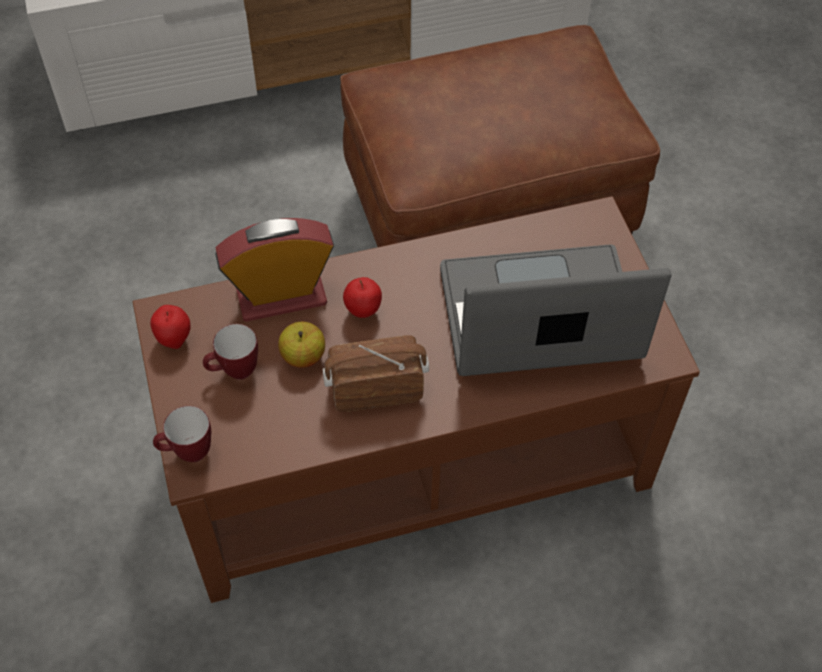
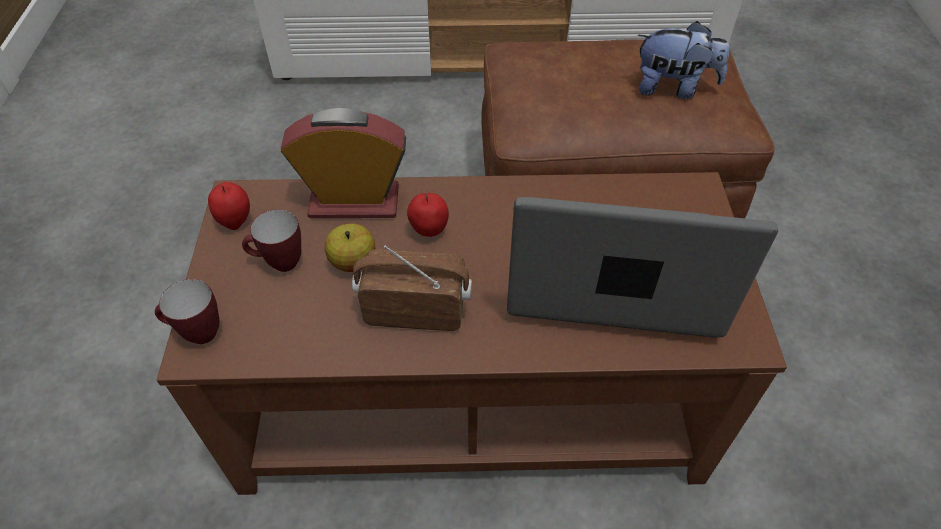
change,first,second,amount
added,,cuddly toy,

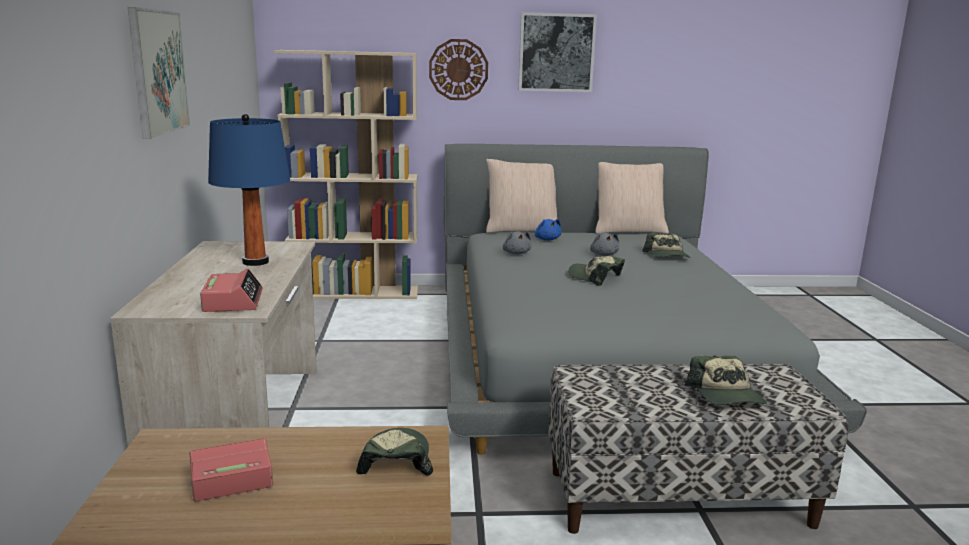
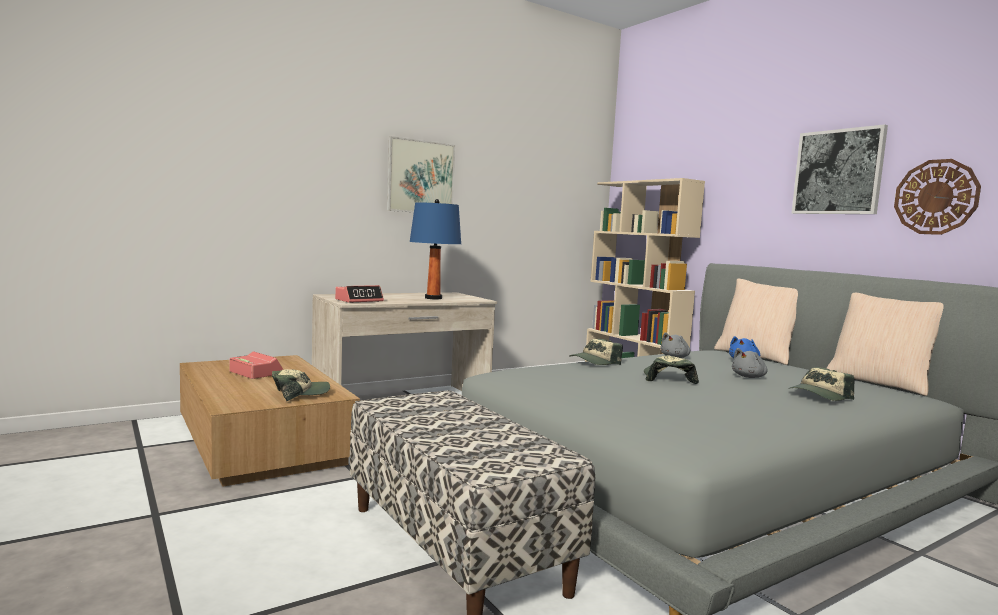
change,first,second,amount
moved,baseball cap (4th from left in the first image),baseball cap (2nd from left),
moved,wall clock,,

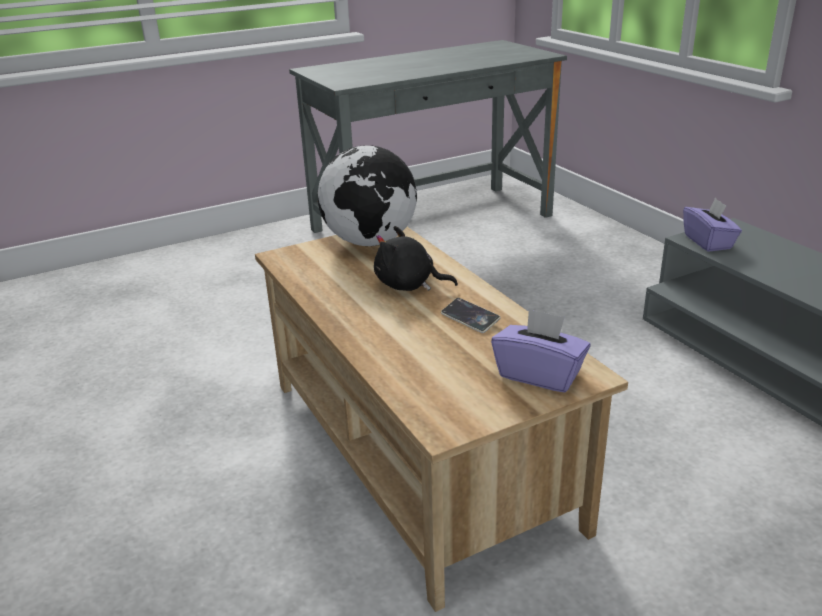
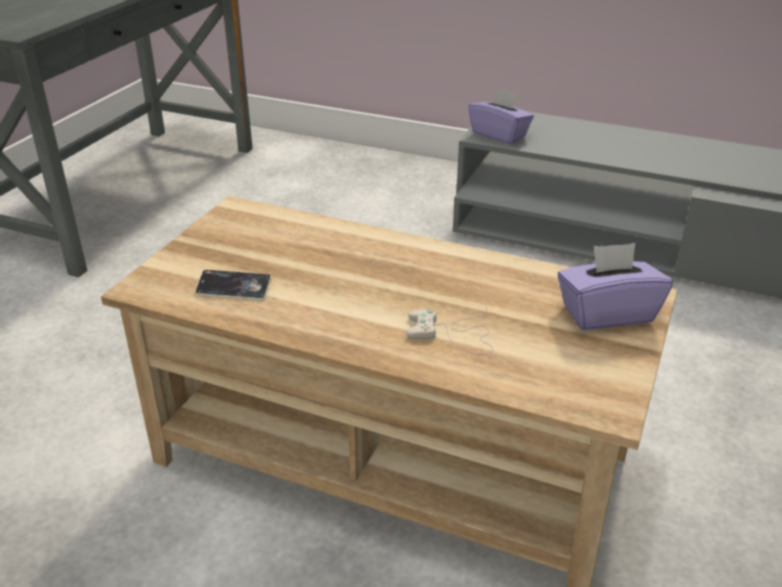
change,first,second,amount
moved,handset,,
added,,white gamepad,
removed,desk globe,,
removed,blackish cuddly toy,,

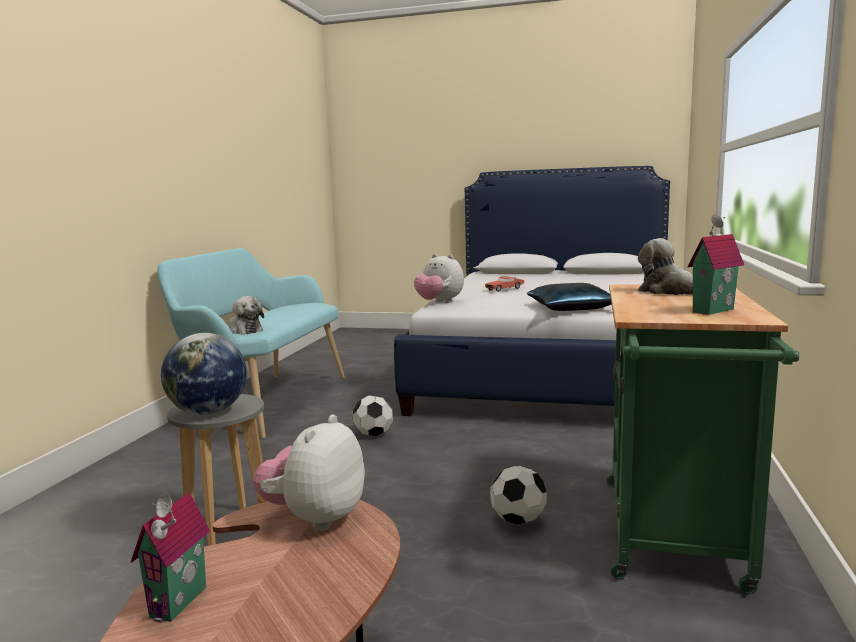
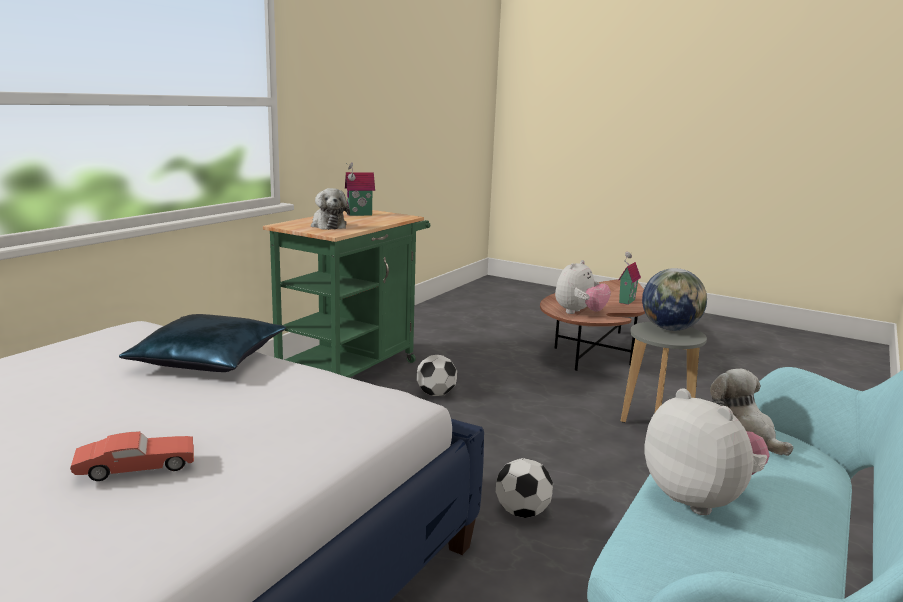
change,first,second,amount
moved,cuddly toy (3rd from left),,

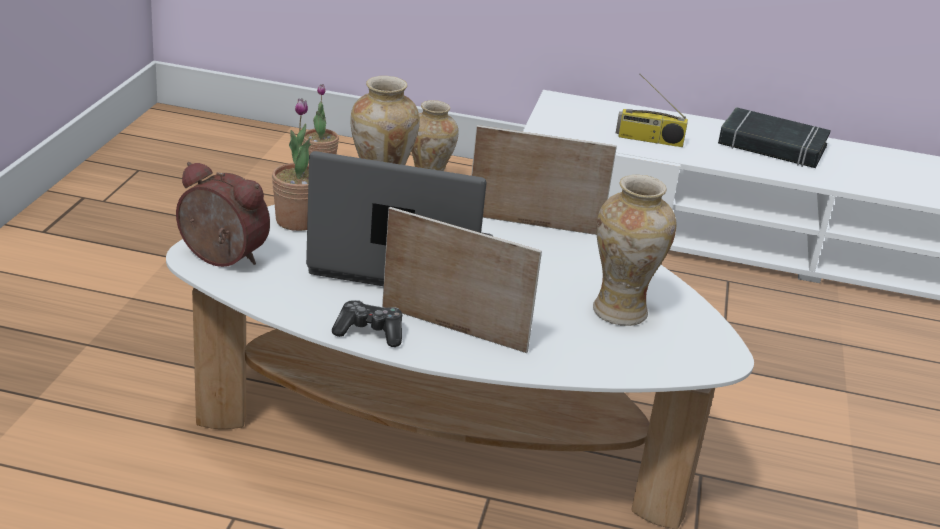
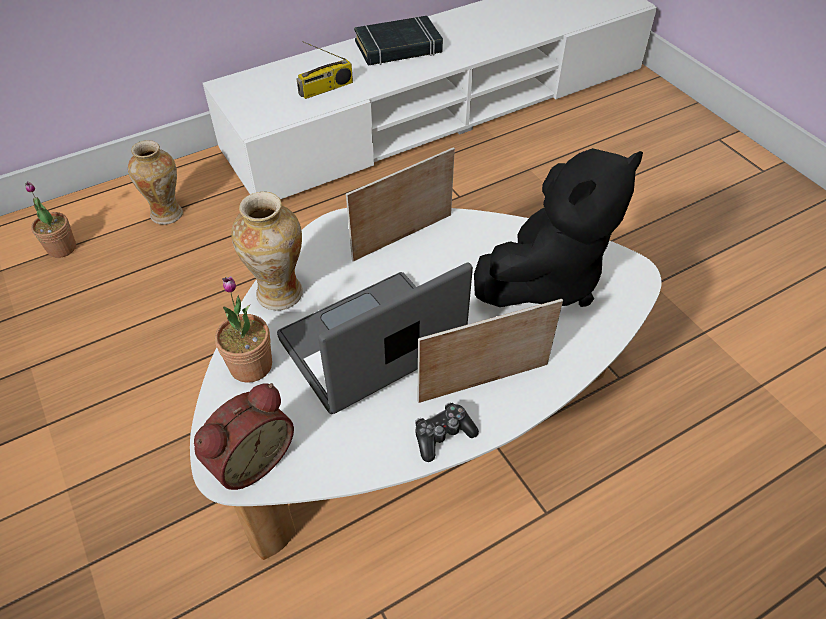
change,first,second,amount
turned,table clock,,150 degrees clockwise
replaced,vase (3rd from left),blackish cuddly toy,

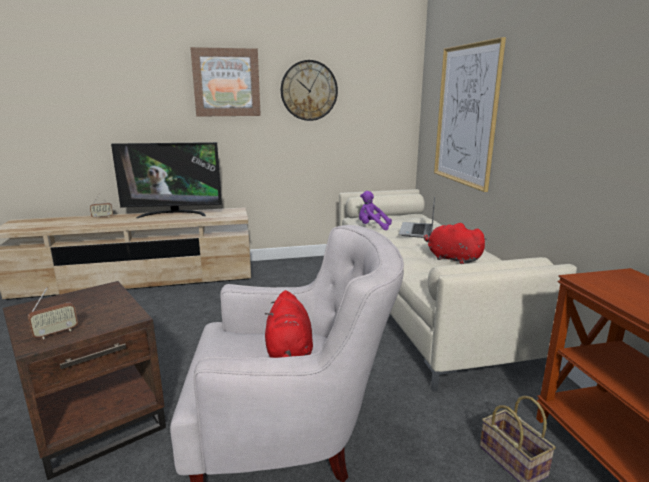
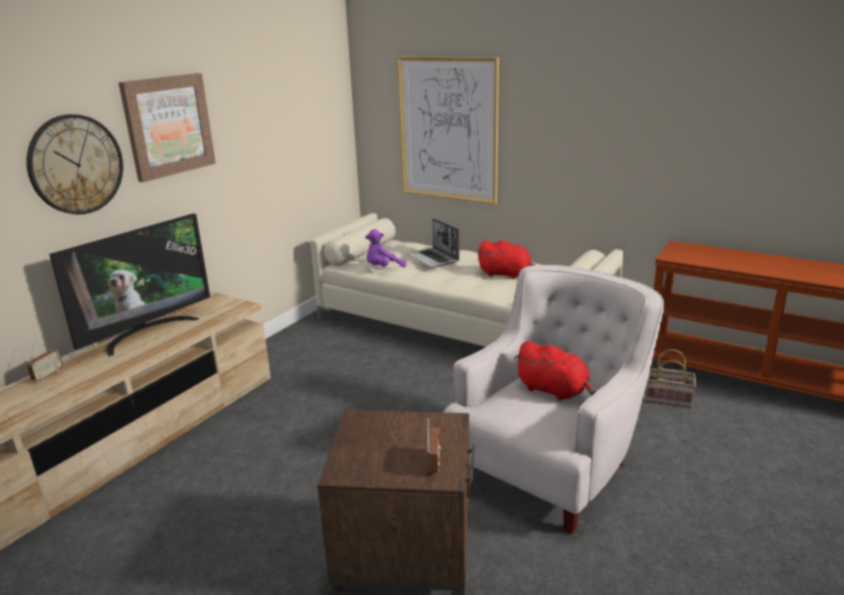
change,first,second,amount
moved,wall clock,,
turned,reddish cuddly toy (2nd from left in the first image),reddish cuddly toy (1st from left),150 degrees counterclockwise

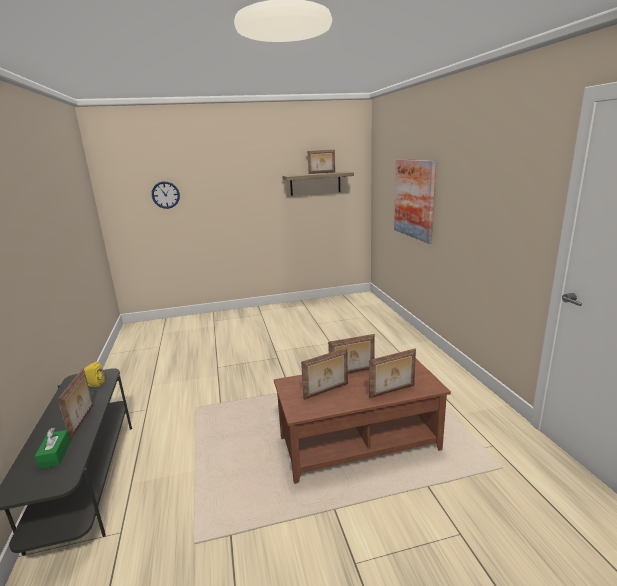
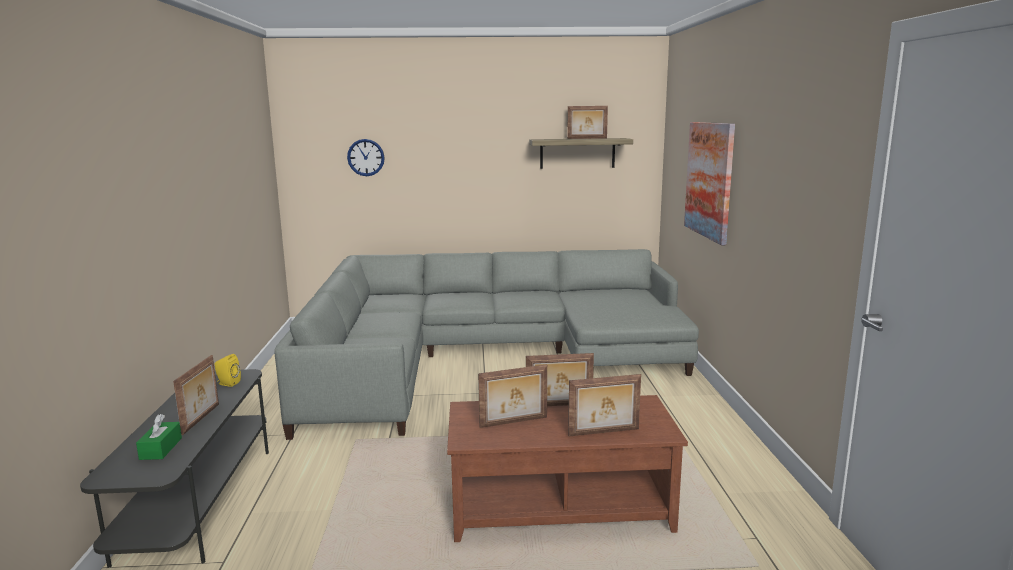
change,first,second,amount
added,,grey settee,

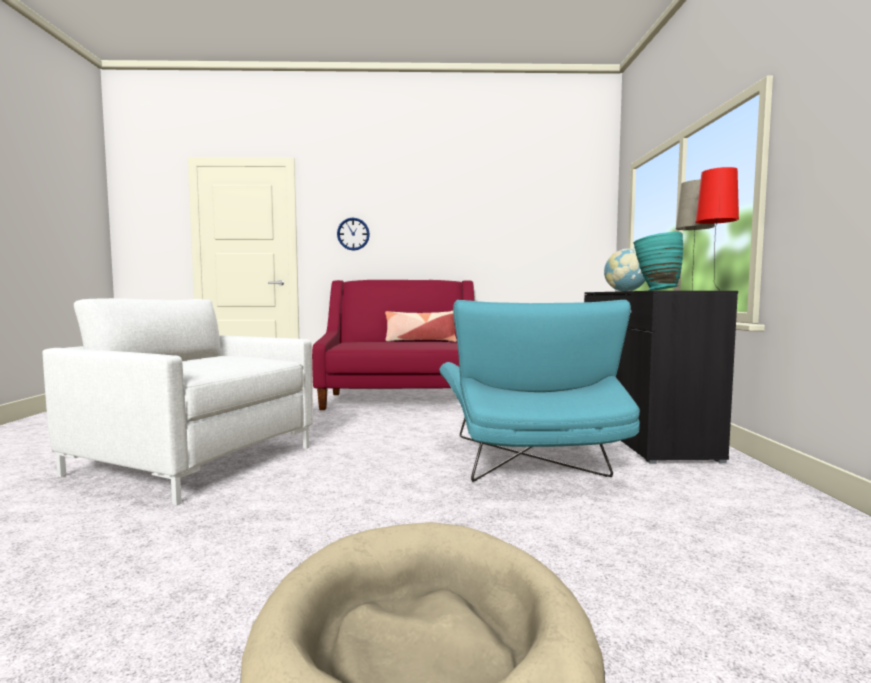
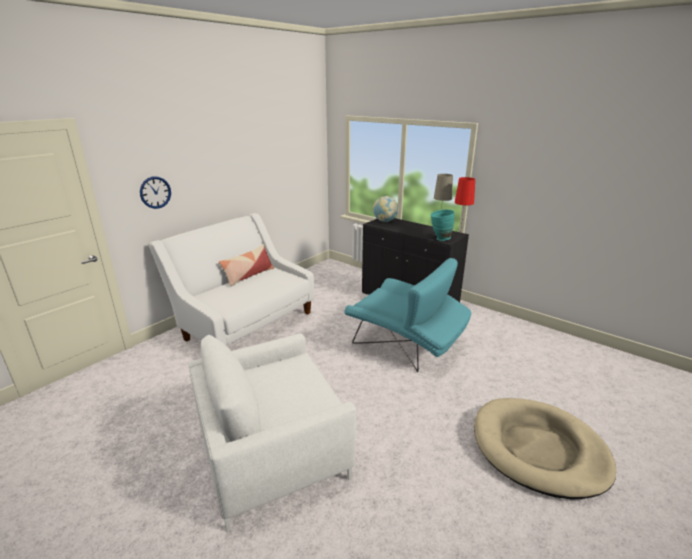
change,first,second,amount
recoloured,reddish settee,white settee,

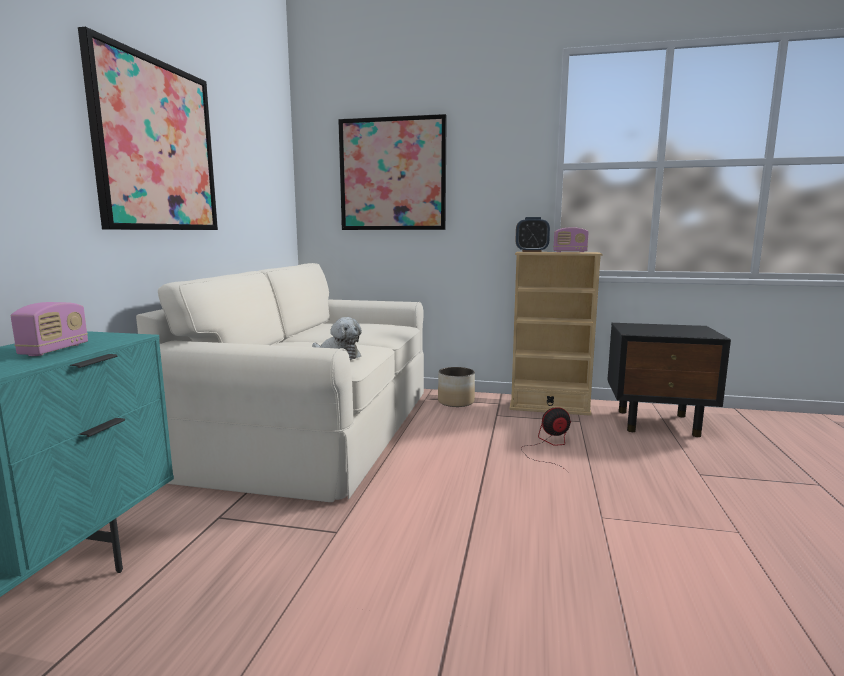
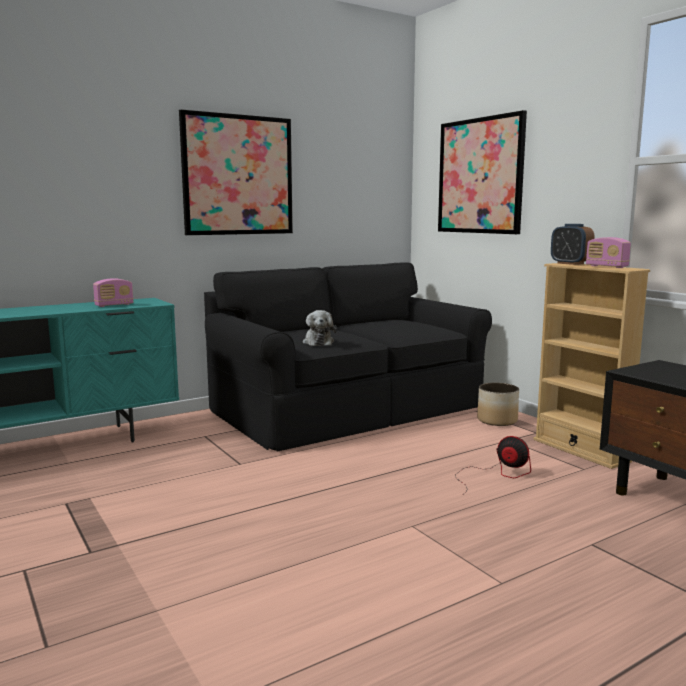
change,first,second,amount
recoloured,beige settee,blackish settee,

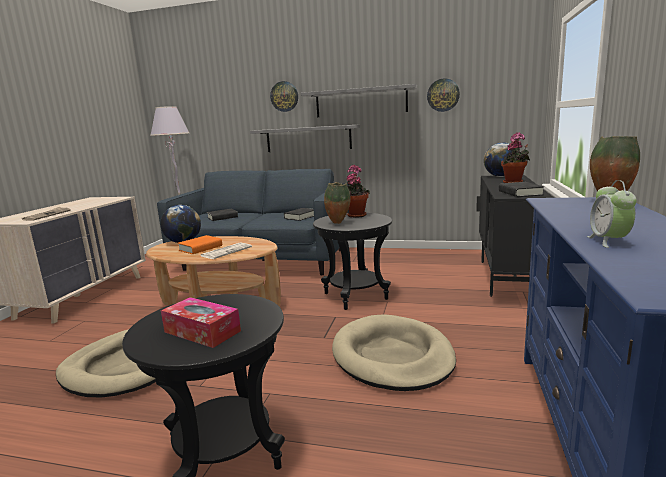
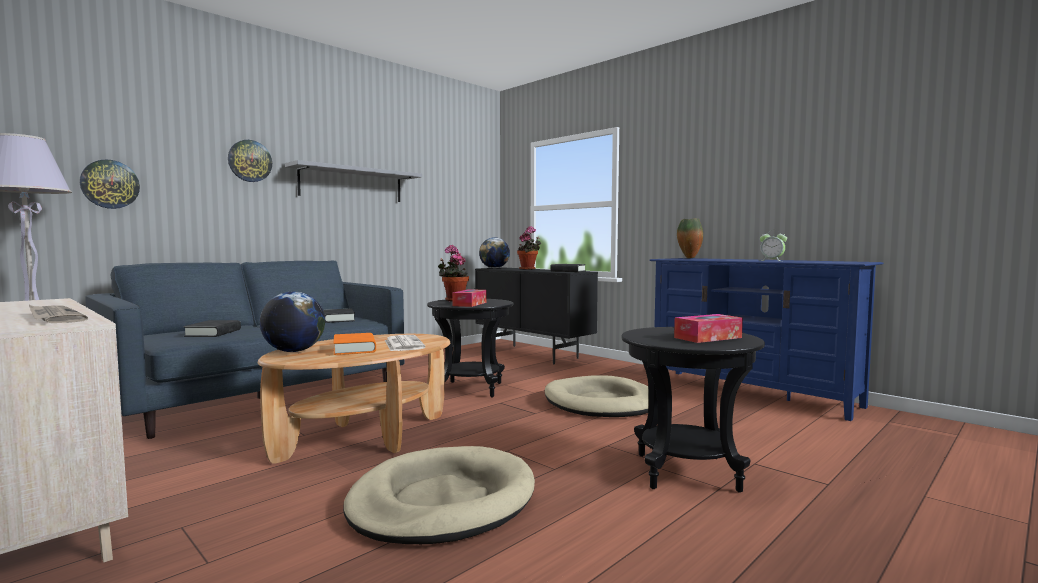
change,first,second,amount
moved,wall clock (2nd from left in the first image),wall clock (1st from left),
replaced,vase (1st from left),tissue box (1st from left),
removed,grey bracket shelf (1st from left),,

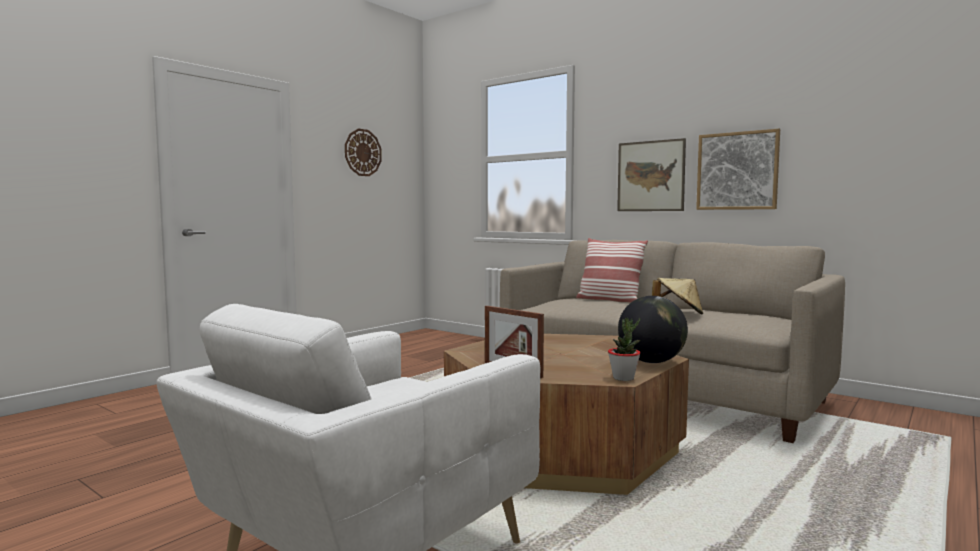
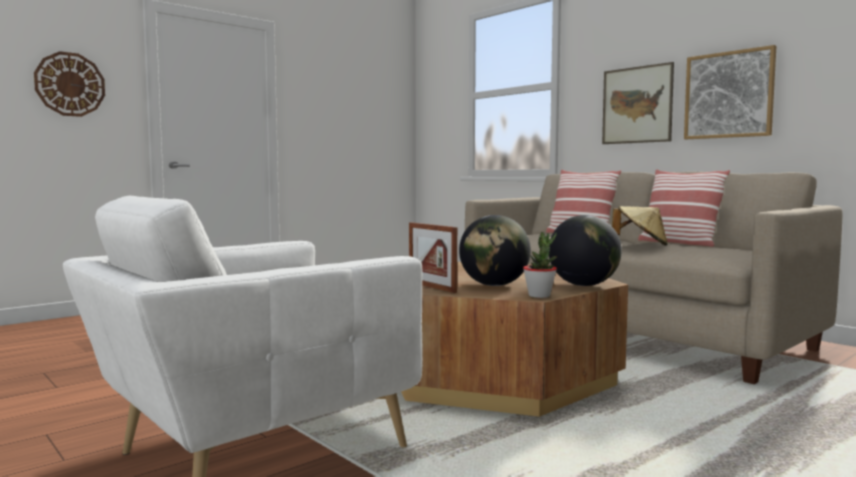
change,first,second,amount
moved,wall clock,,
added,,desk globe (1st from left),
added,,cushion (2nd from left),

